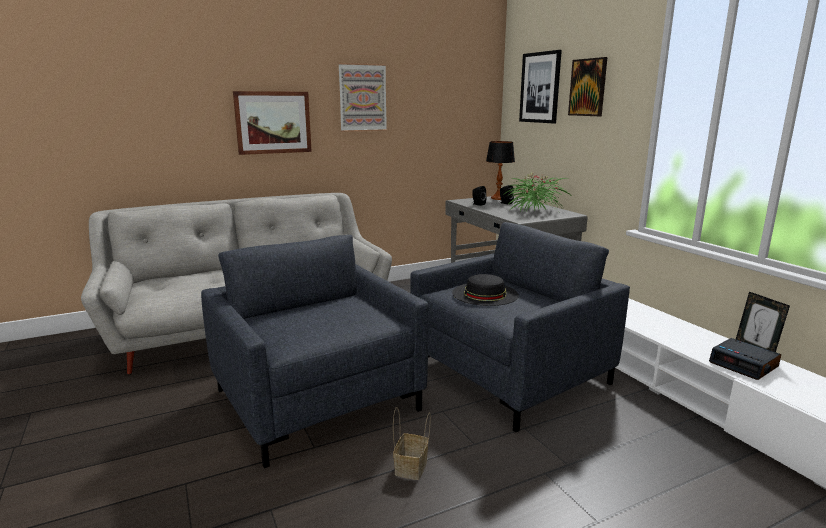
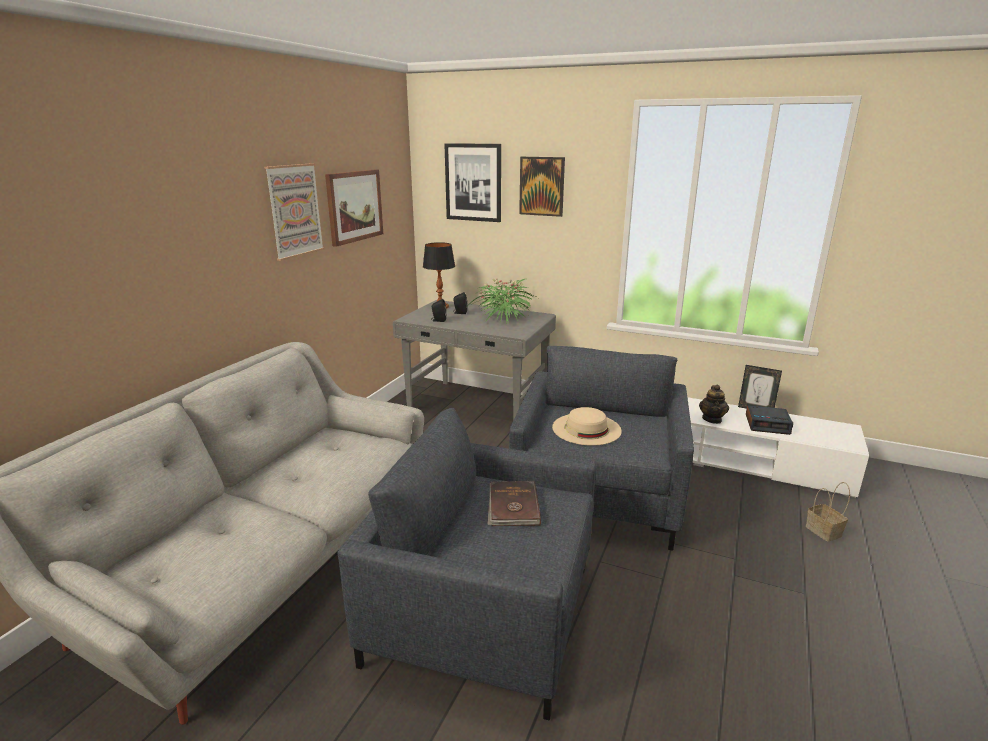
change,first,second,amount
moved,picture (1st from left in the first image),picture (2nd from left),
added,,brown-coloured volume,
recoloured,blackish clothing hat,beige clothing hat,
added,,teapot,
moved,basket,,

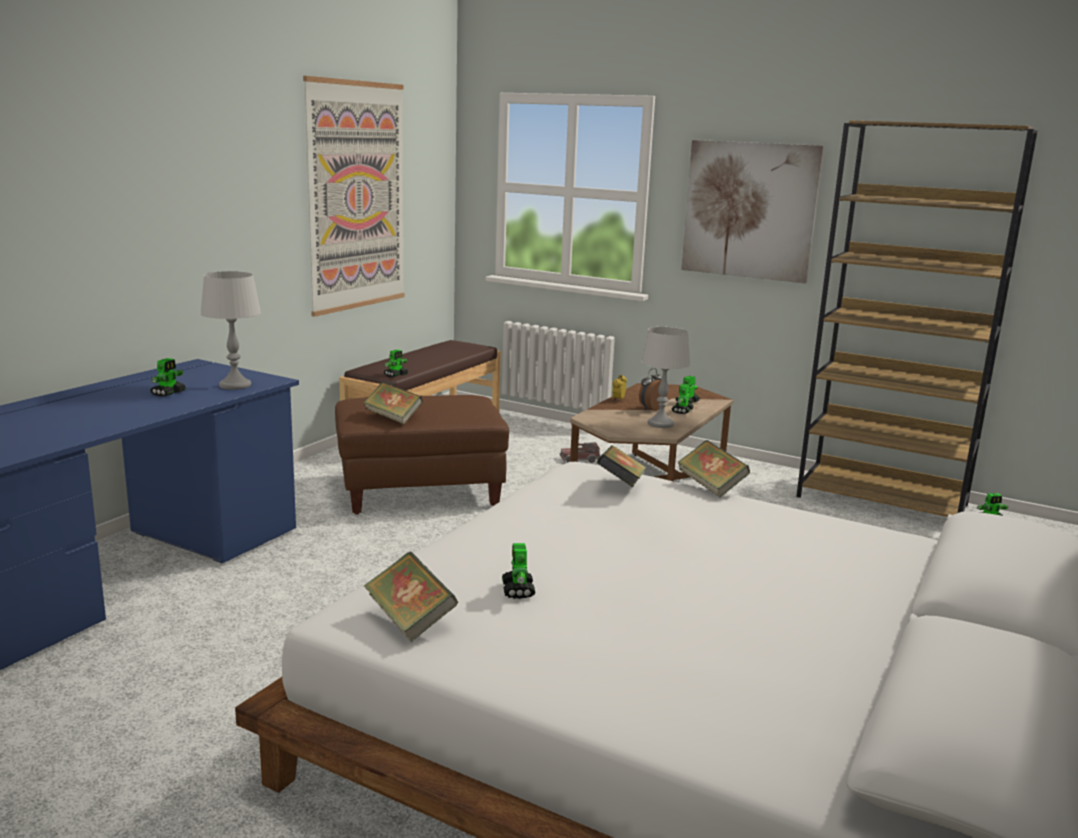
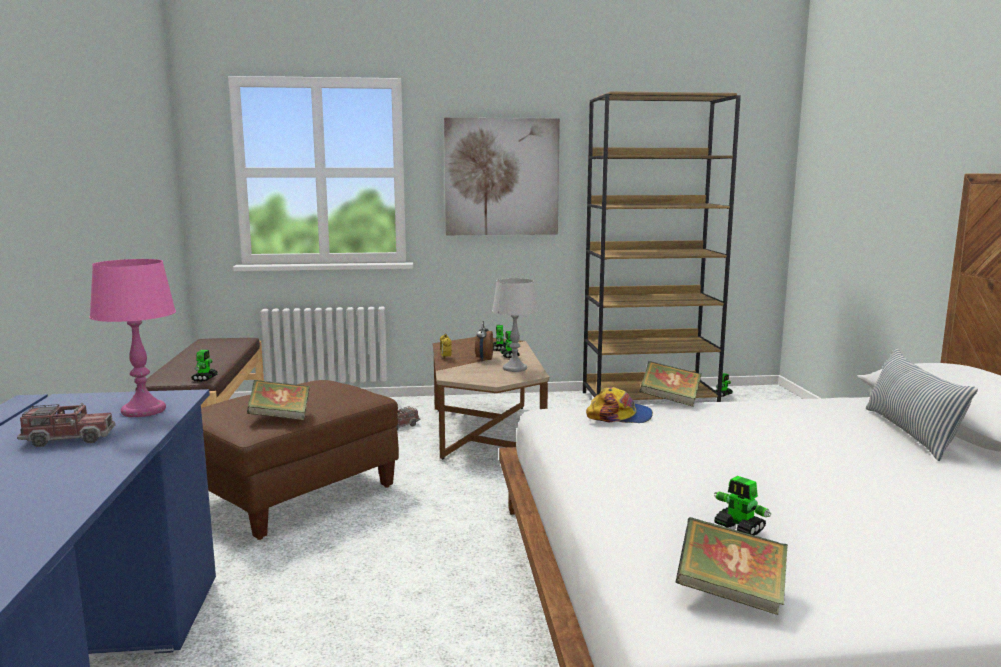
change,first,second,amount
replaced,robot figure (1st from left),model truck (1st from left),
recoloured,grey tabletop lamp (1st from left),pinkish tabletop lamp,
replaced,volume (3rd from left),baseball cap,
added,,cushion,
removed,picture (1st from left),,

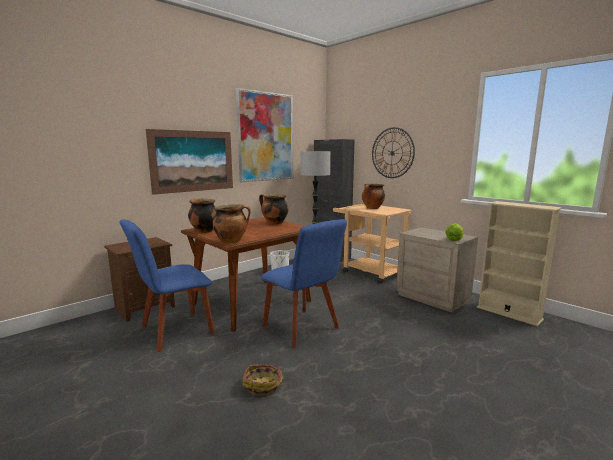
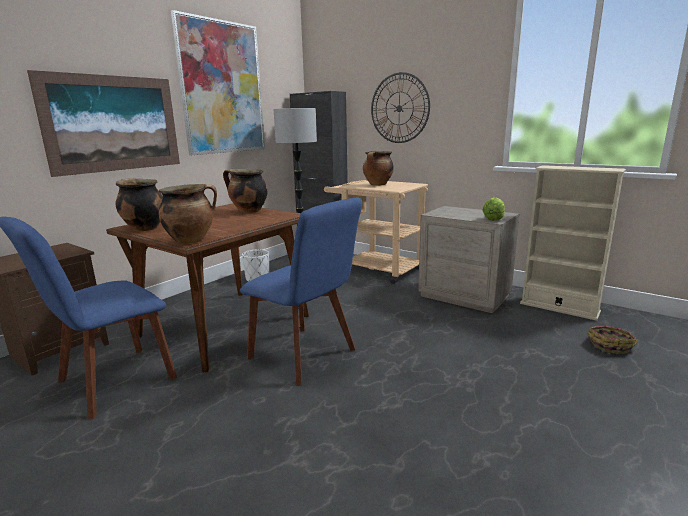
change,first,second,amount
moved,basket,,

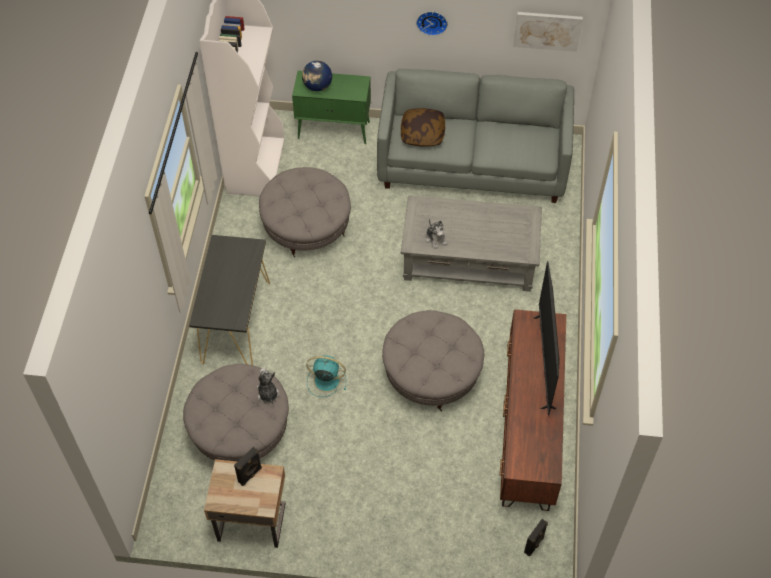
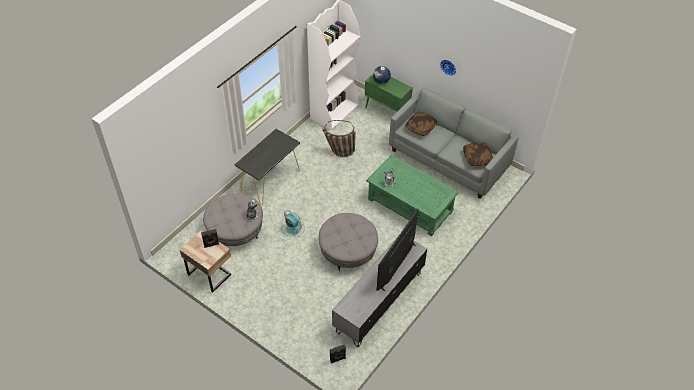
change,first,second,amount
replaced,grey pouffe (2nd from left),basket,
recoloured,brown-coloured tv unit,grey tv unit,
recoloured,grey coffee table,green coffee table,
added,,cushion (2nd from left),
removed,picture,,

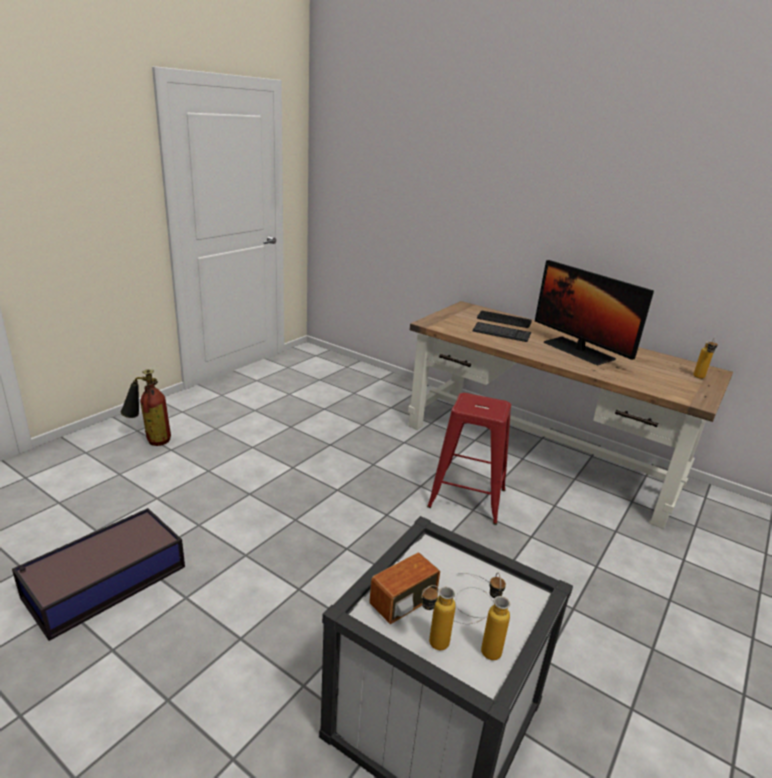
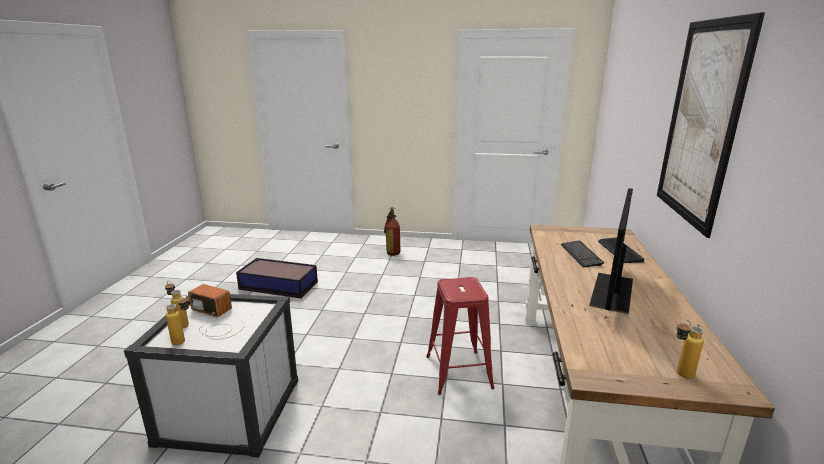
change,first,second,amount
added,,picture,

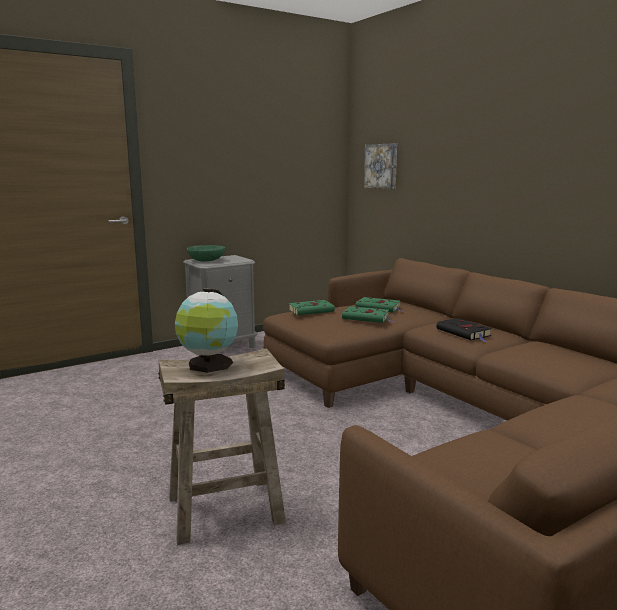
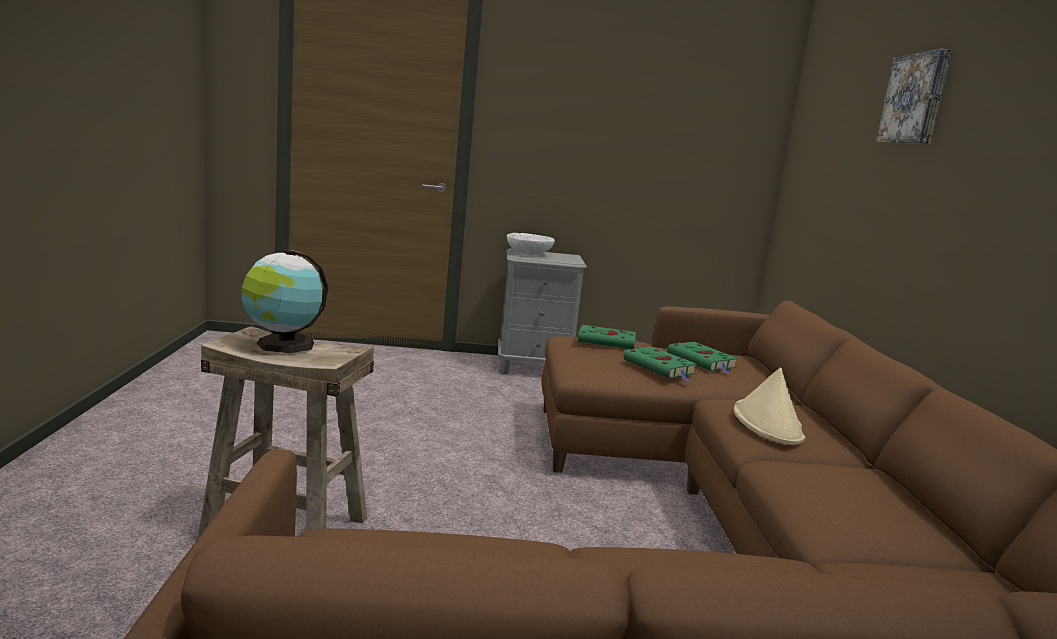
change,first,second,amount
recoloured,green deep dish,white deep dish,
replaced,blackish volume,beige clothing hat,
moved,picture,,

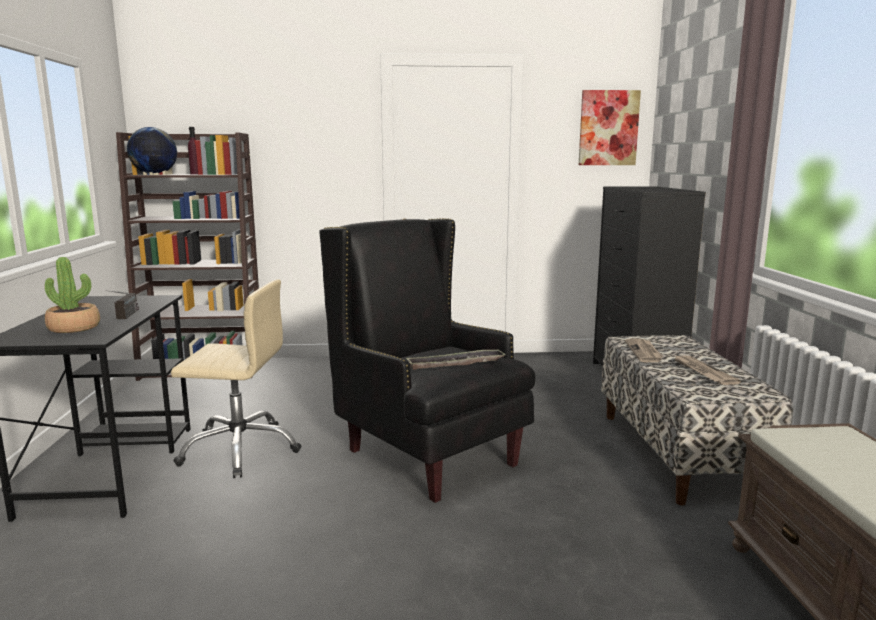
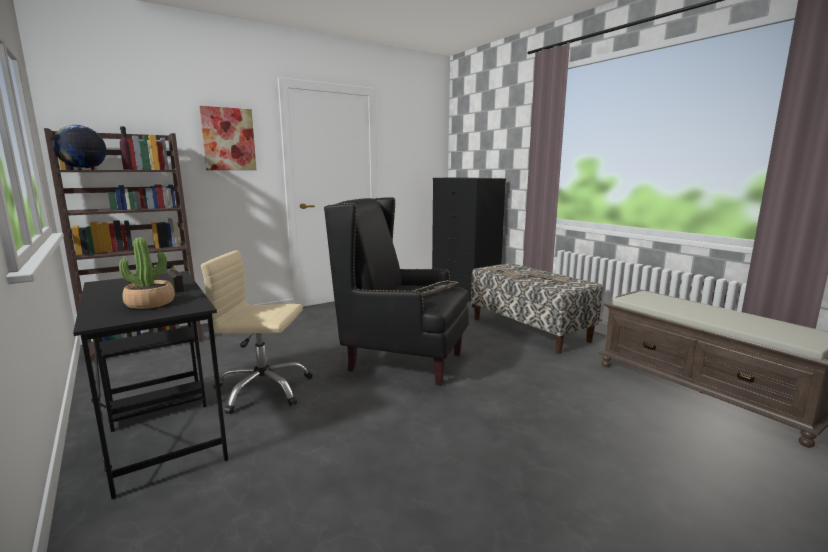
change,first,second,amount
moved,picture,,
turned,beige office chair,,150 degrees counterclockwise

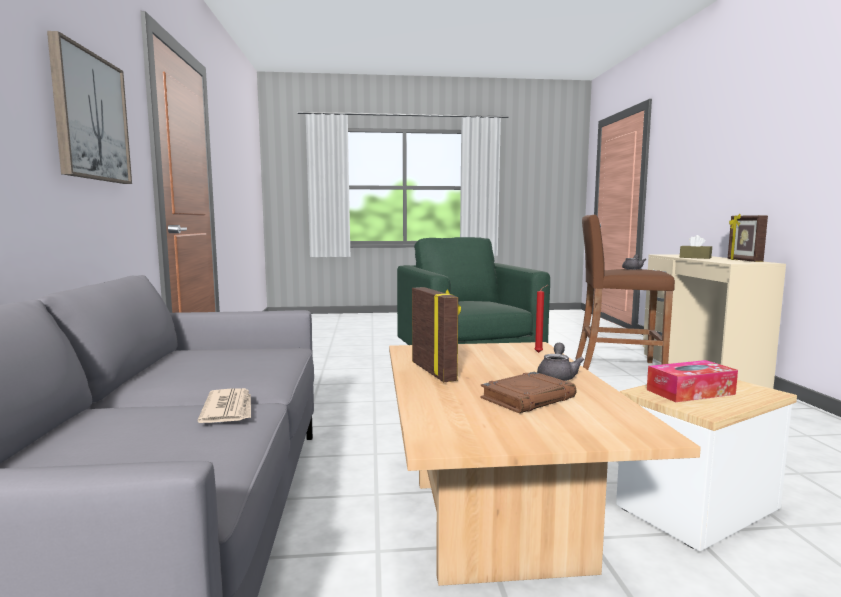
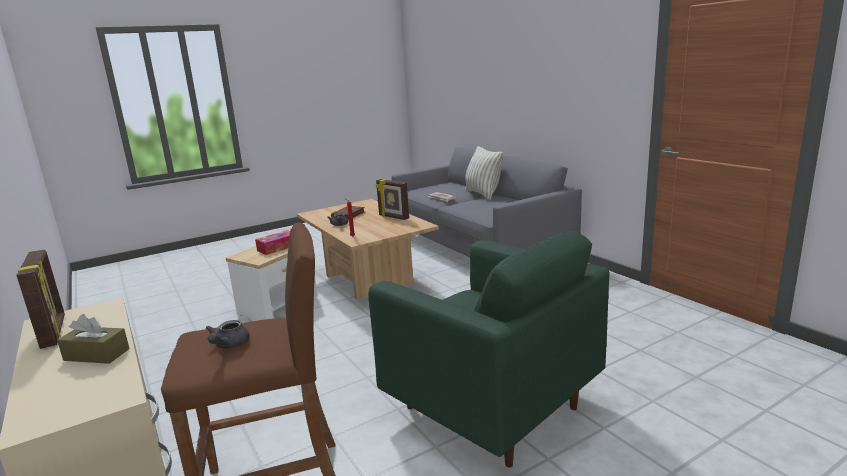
change,first,second,amount
added,,cushion,
removed,picture,,

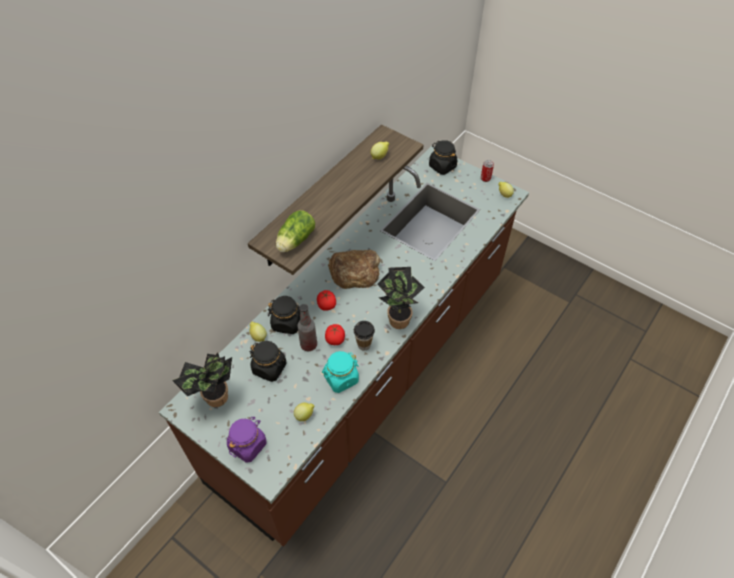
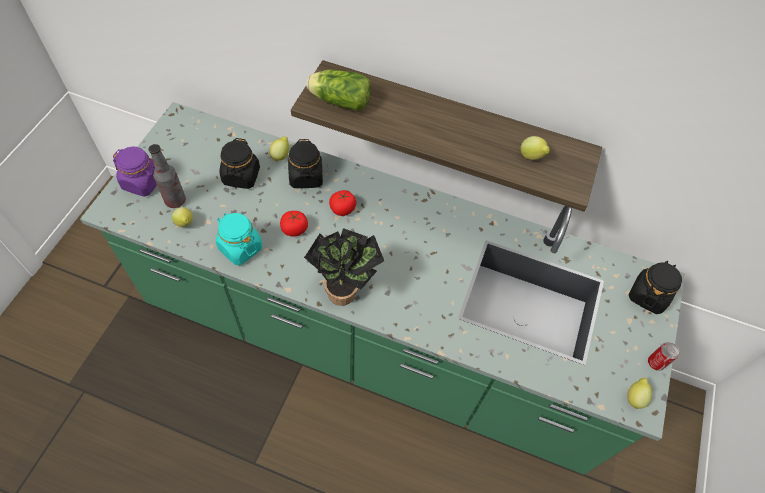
change,first,second,amount
recoloured,brown-coloured kitchen counter,green kitchen counter,
moved,drink bottle,,
removed,potted plant (1st from left),,
removed,bakery bread,,
removed,cup,,

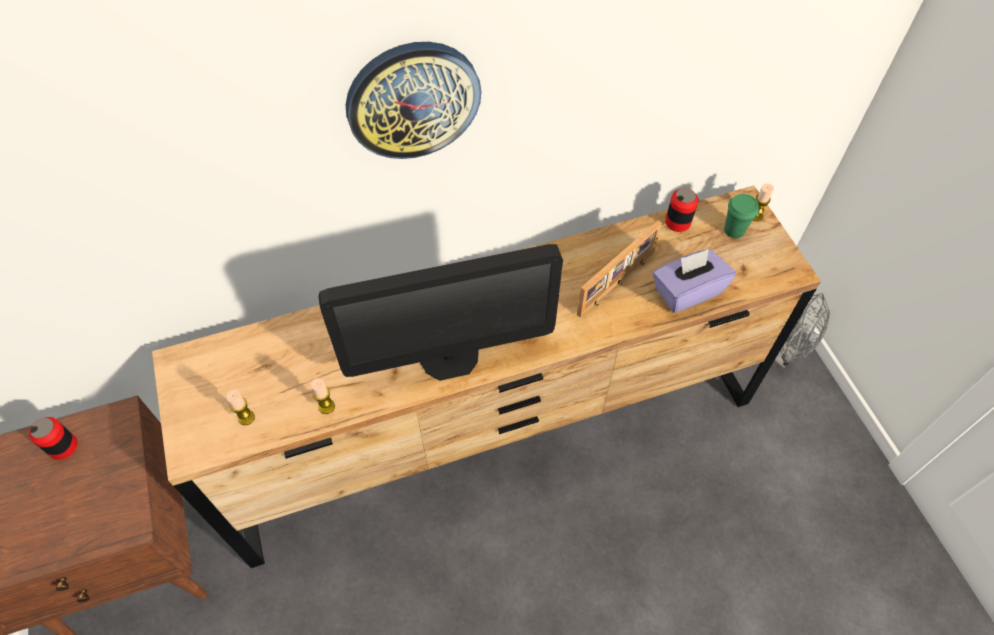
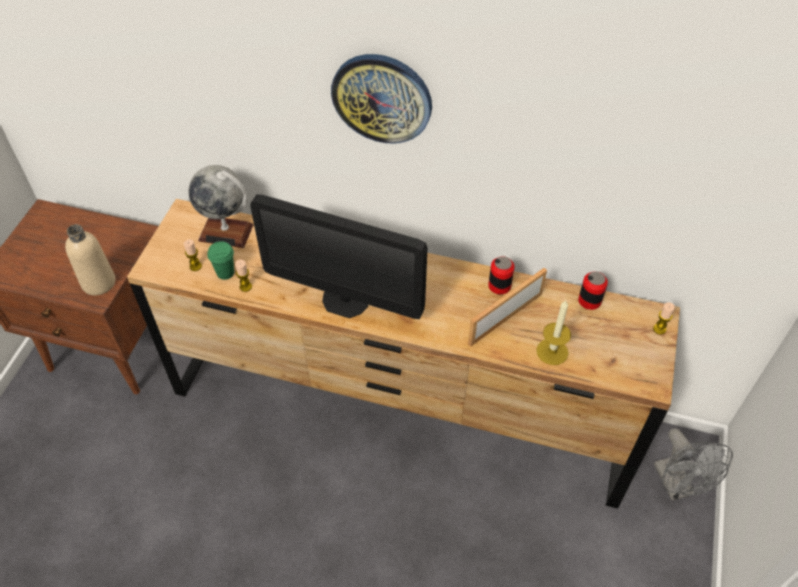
change,first,second,amount
added,,beige drink bottle,
added,,desk globe,
moved,green cup,,
turned,picture frame,,150 degrees clockwise
moved,can (1st from left),,
replaced,purplish tissue box,candle (3rd from left),

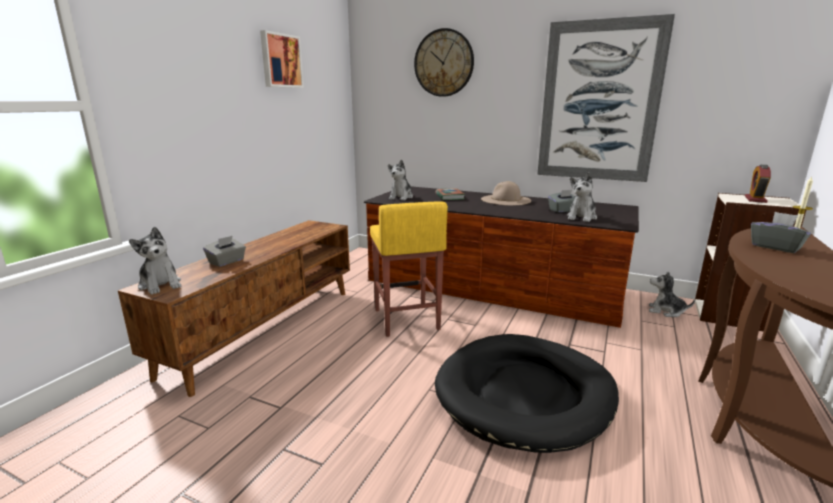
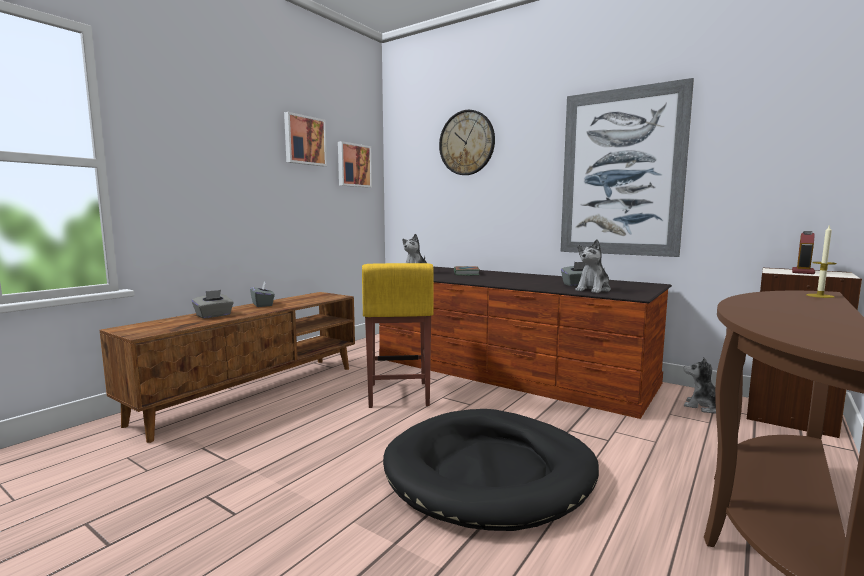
change,first,second,amount
moved,grey tissue box (3rd from left in the first image),grey tissue box (2nd from left),
added,,picture (2nd from left),
removed,cuddly toy (1st from left),,
removed,beige clothing hat,,

